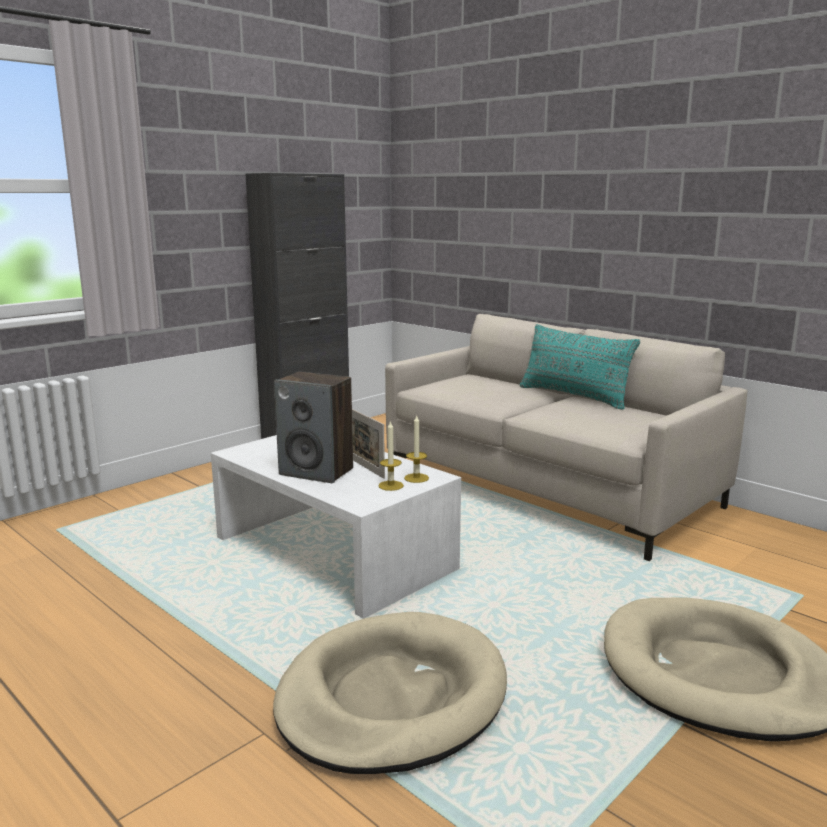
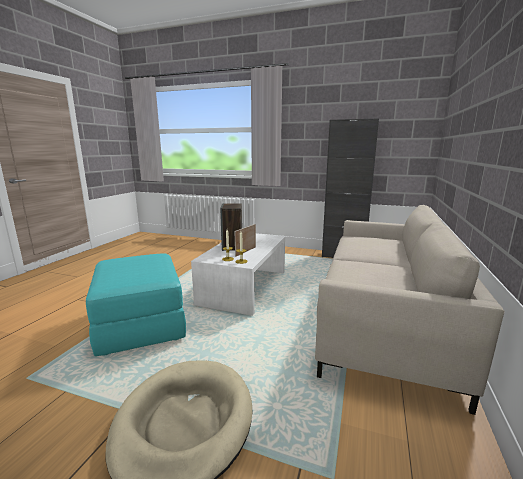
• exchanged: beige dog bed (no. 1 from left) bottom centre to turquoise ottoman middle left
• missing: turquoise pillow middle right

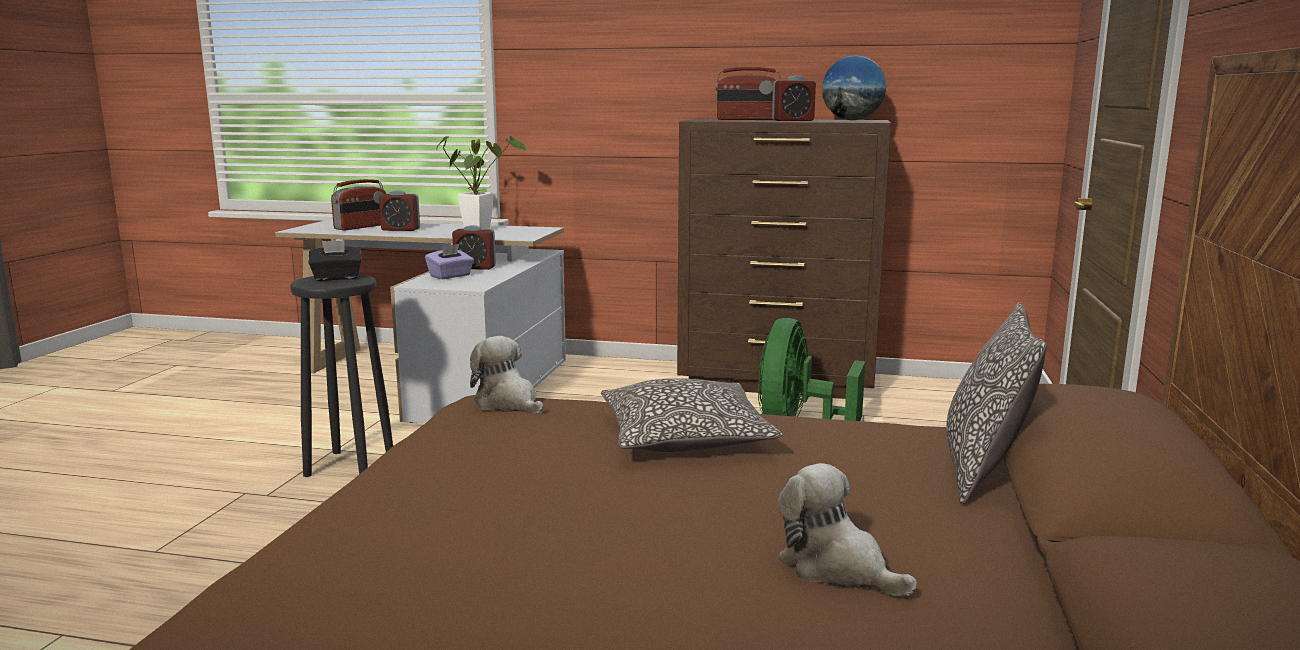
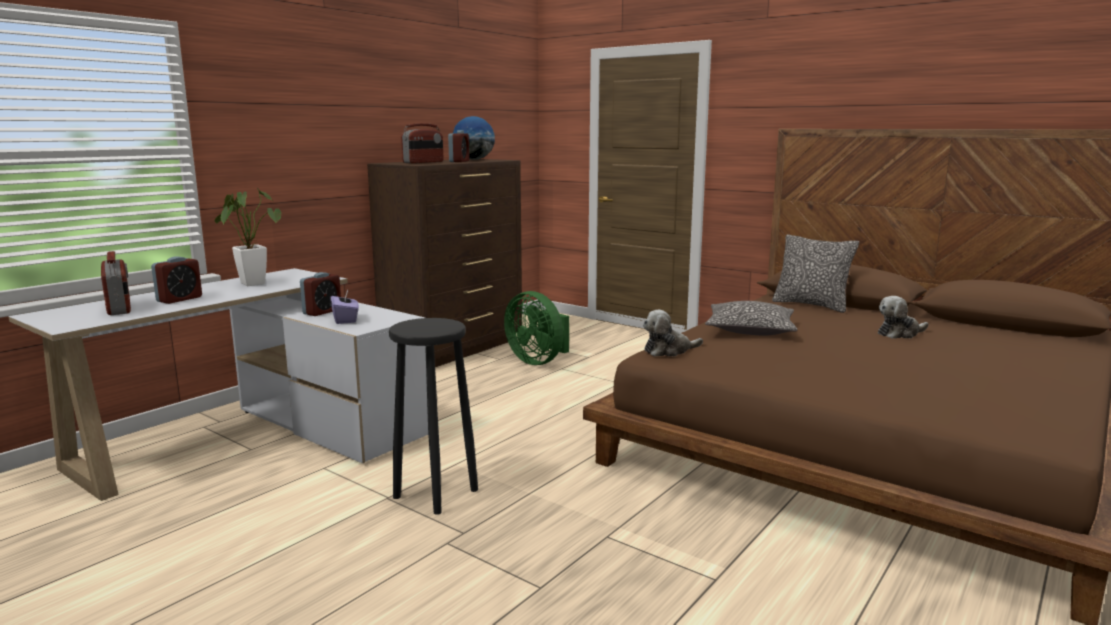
• missing: black tissue box middle left

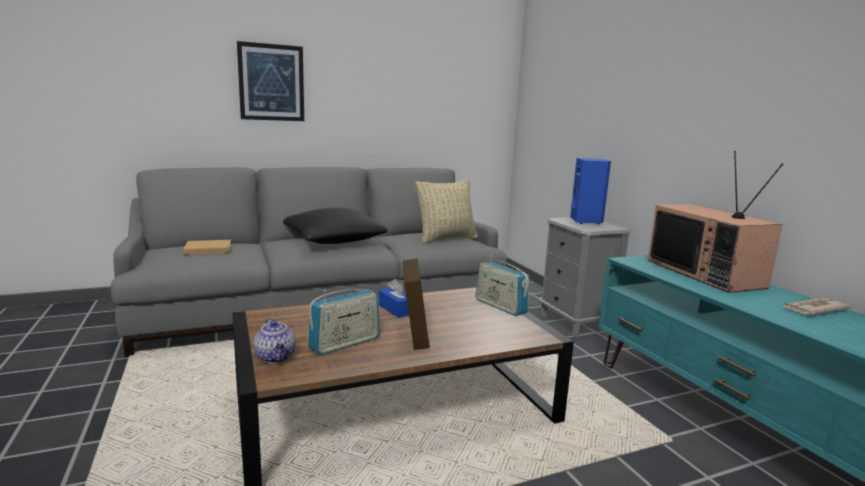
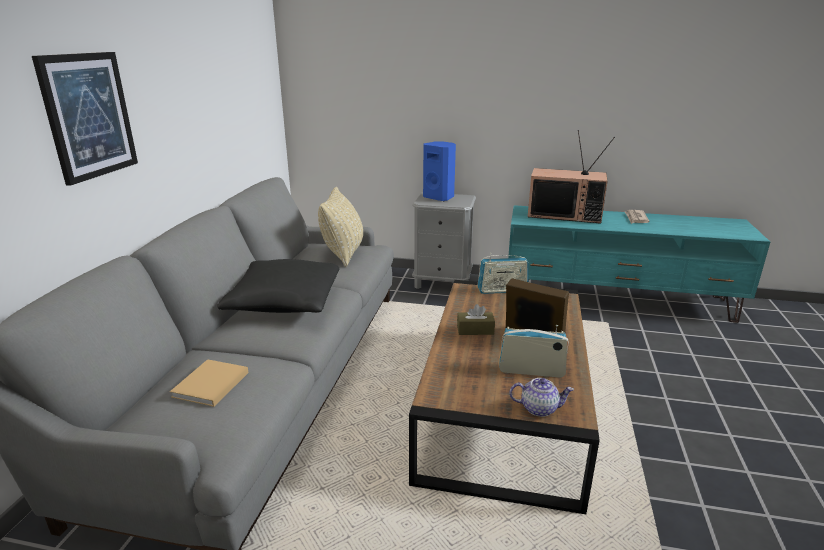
• colour: blue tissue box centre to brown tissue box centre
• spun: radio (no. 1 from left in the first image) centre = centre 75 degrees counterclockwise

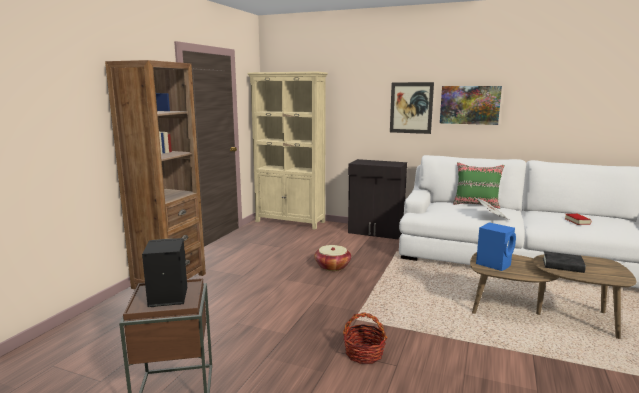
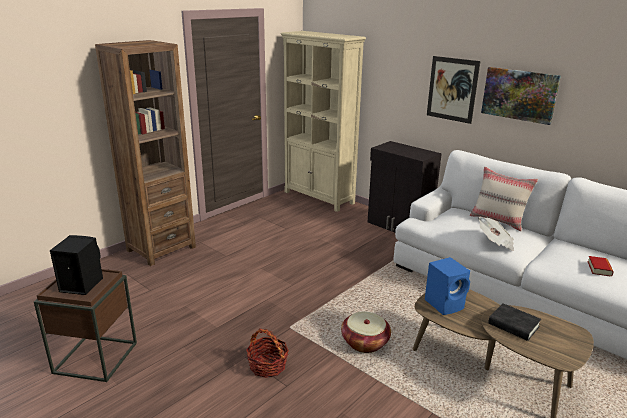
• relocated: basket (no. 1 from left in the first image) centre to basket (no. 2 from left) bottom centre
• colour: green pillow middle right to beige pillow middle right

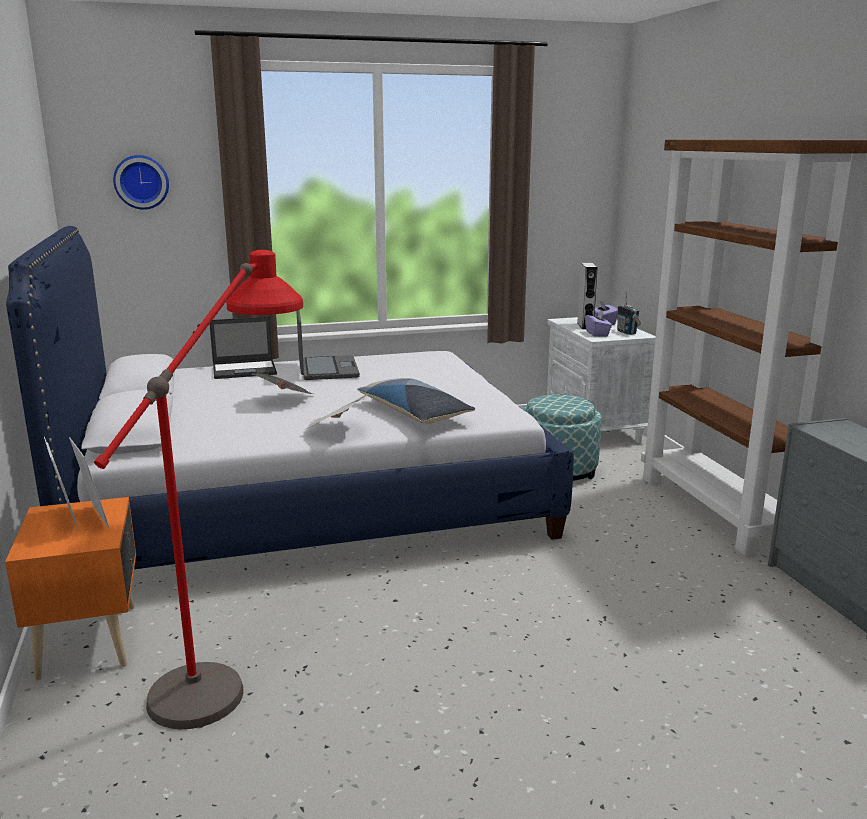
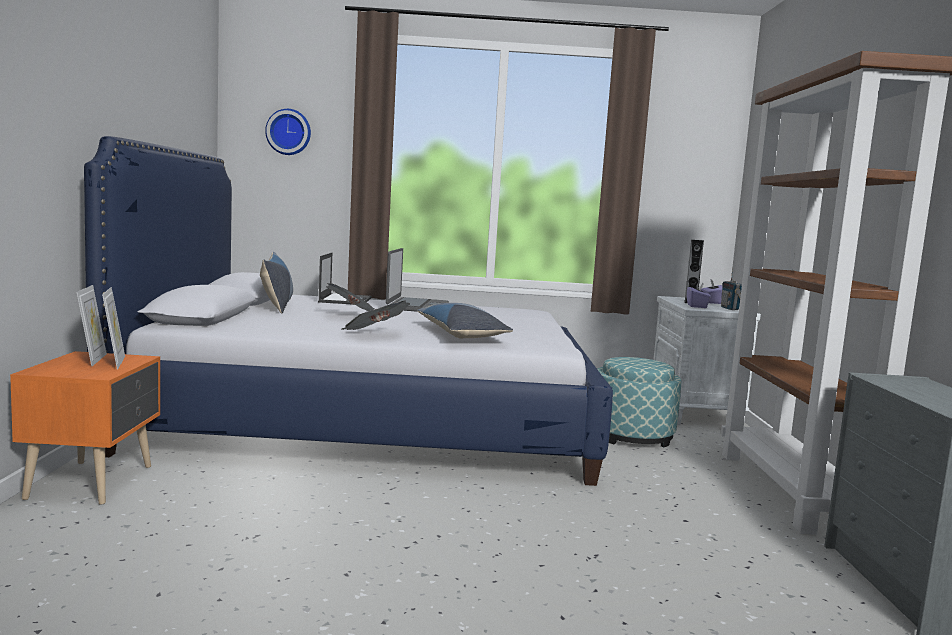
• appeared: pillow (no. 1 from left) middle left
• spun: laptop (no. 1 from left) middle left = centre 90 degrees counterclockwise
• missing: red floor lamp middle left

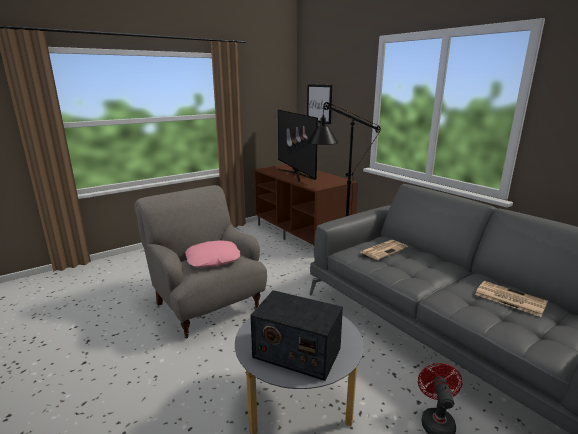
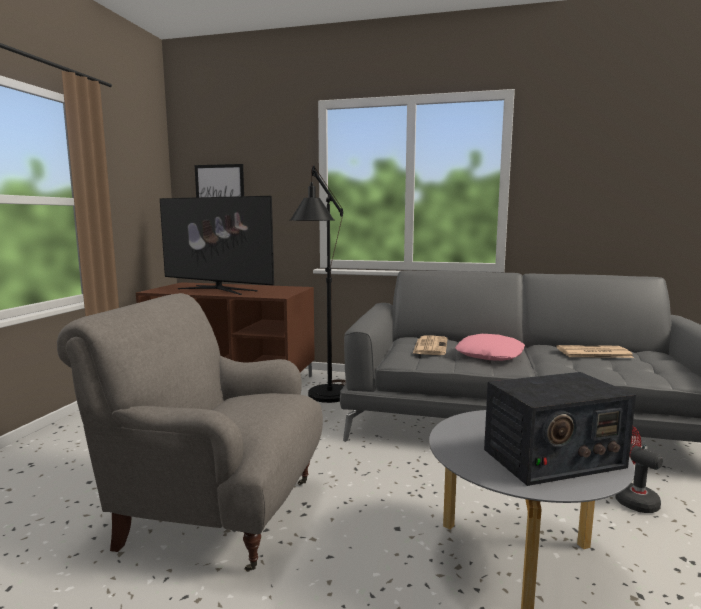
• relocated: pink pillow centre to middle right

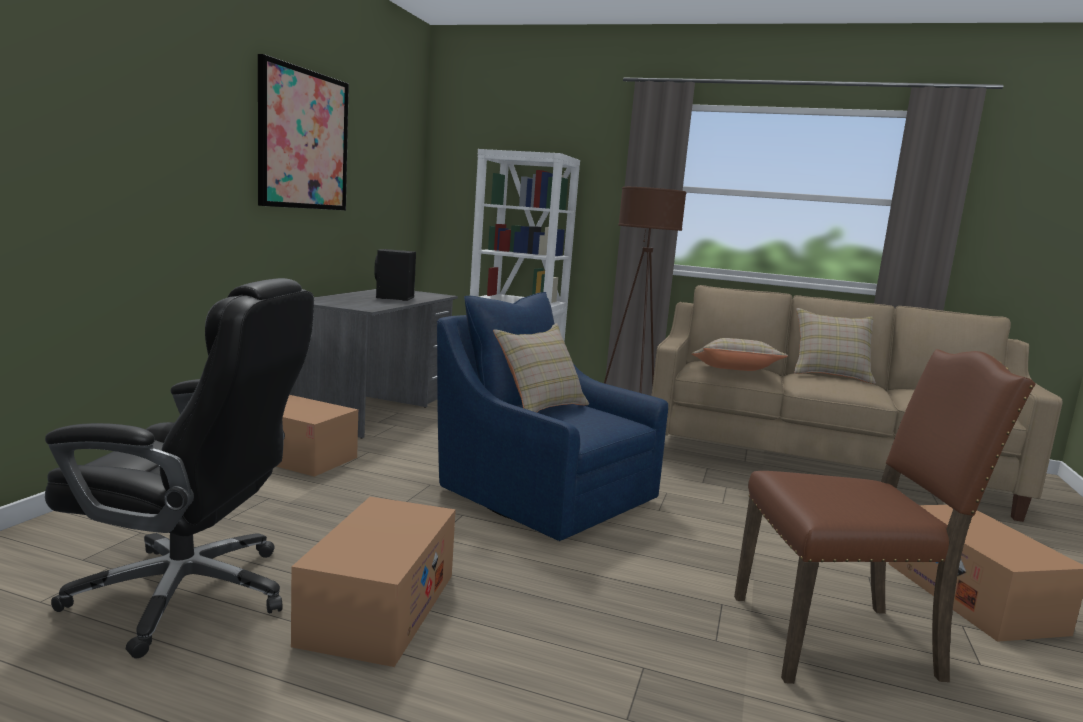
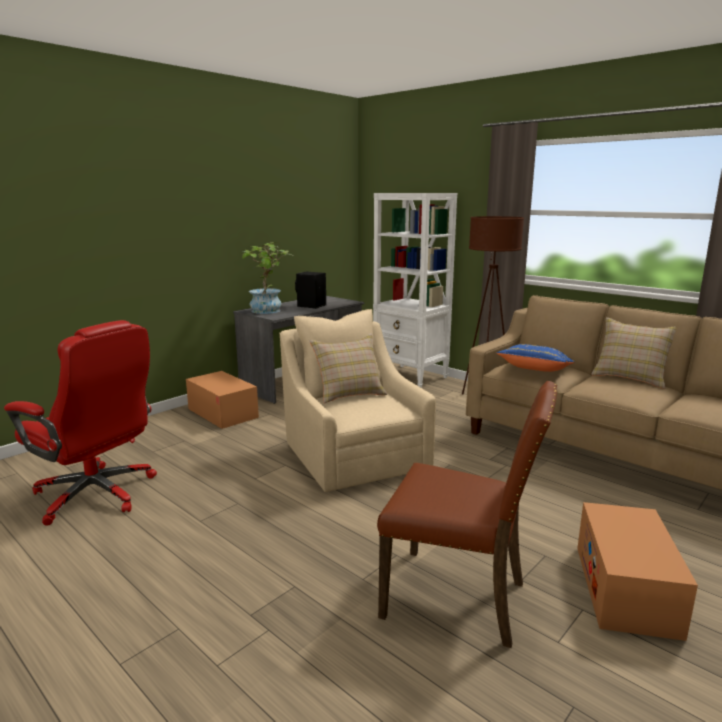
• colour: black office chair middle left to red office chair middle left
• appeared: potted plant centre
• colour: blue armchair centre to beige armchair centre
• colour: beige pillow (no. 2 from left) middle right to blue pillow middle right
• missing: picture top left
• missing: cardboard box (no. 2 from left) bottom centre

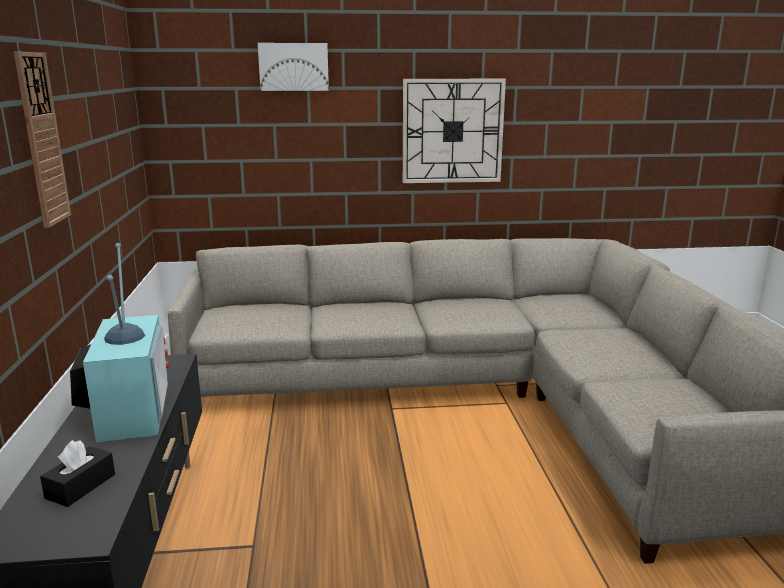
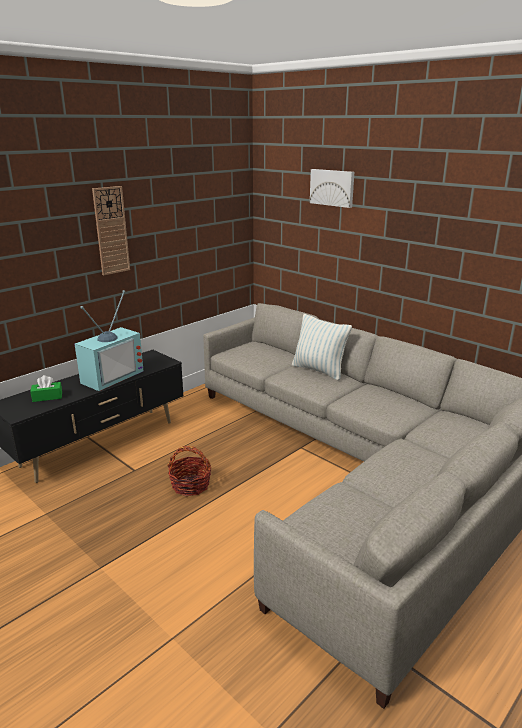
• colour: black tissue box bottom left to green tissue box middle left
• appeared: basket centre
• appeared: pillow centre
• missing: wall clock (no. 2 from left) top centre

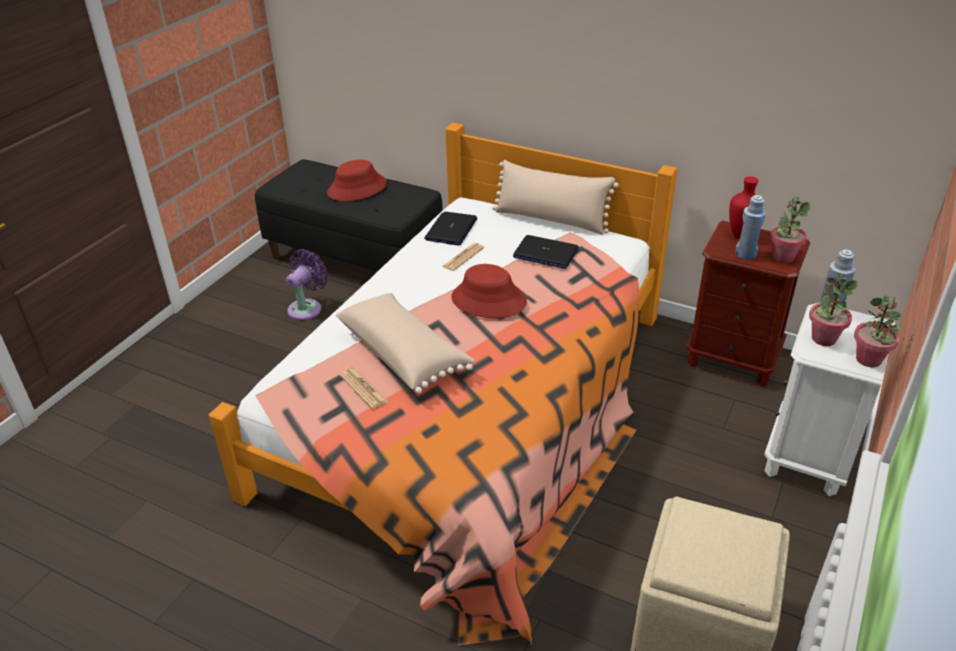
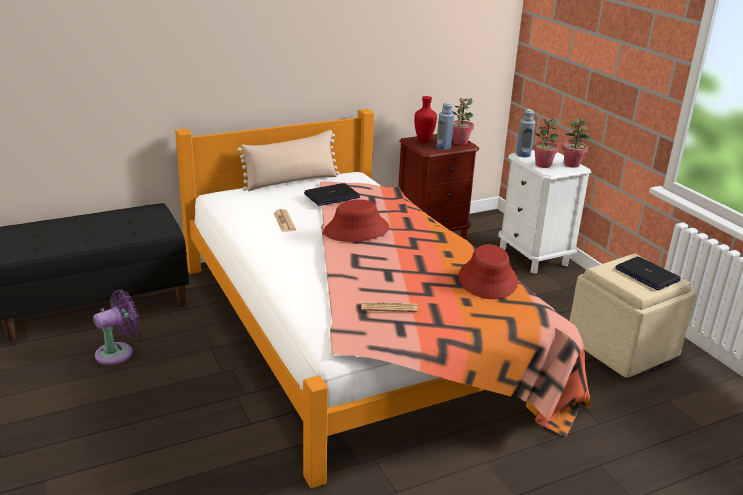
• spun: purple fan middle left = middle left 75 degrees clockwise
• relocated: red hat (no. 1 from left in the first image) top centre to red hat (no. 2 from left) centre
• relocated: laptop (no. 1 from left in the first image) centre to laptop (no. 2 from left) middle right
• missing: beige pillow (no. 1 from left) centre

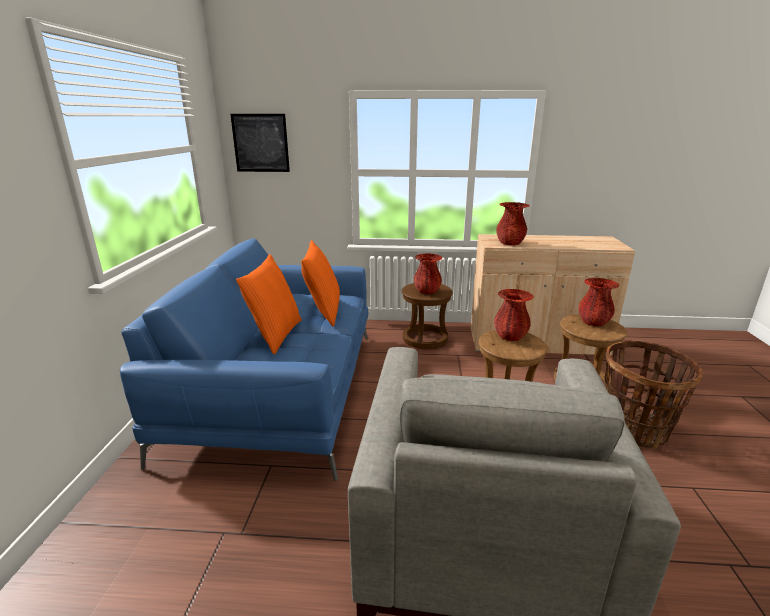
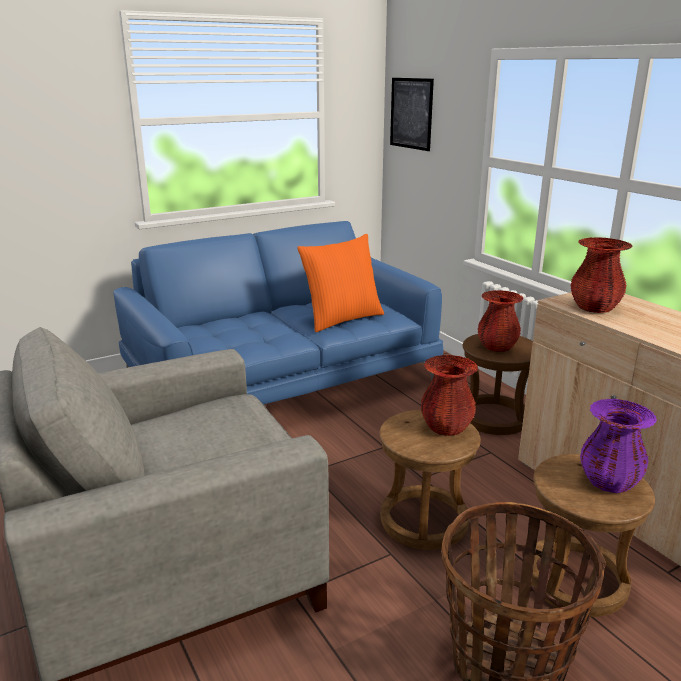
• colour: red vase (no. 4 from left) middle right to purple vase middle right
• missing: orange pillow (no. 1 from left) centre

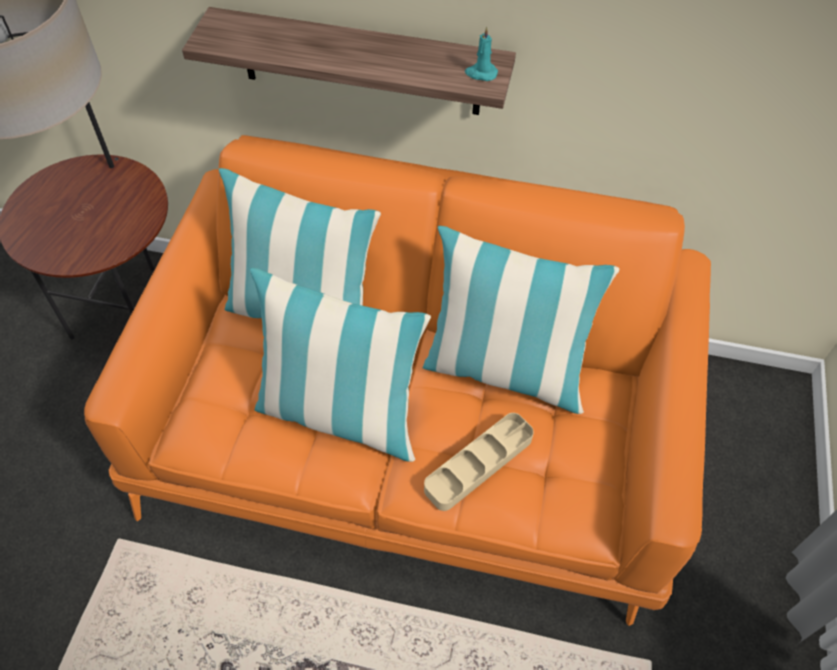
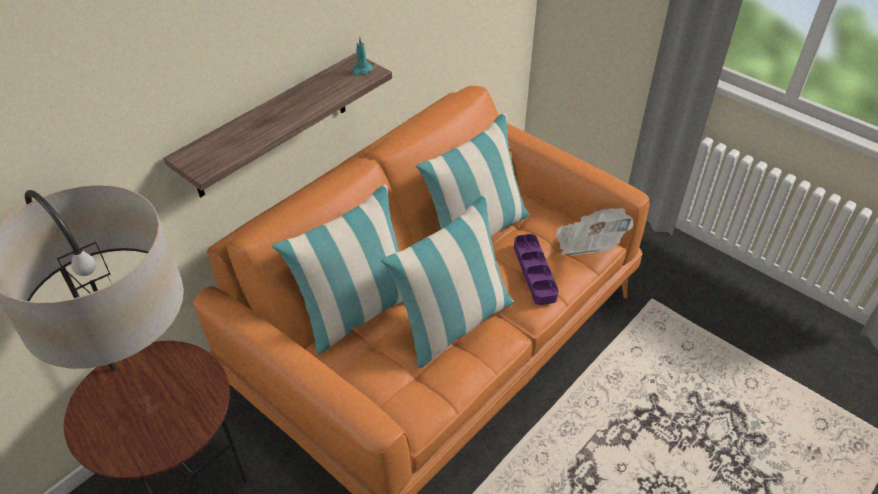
• colour: beige tray bottom centre to purple tray centre
• appeared: newspaper middle right

